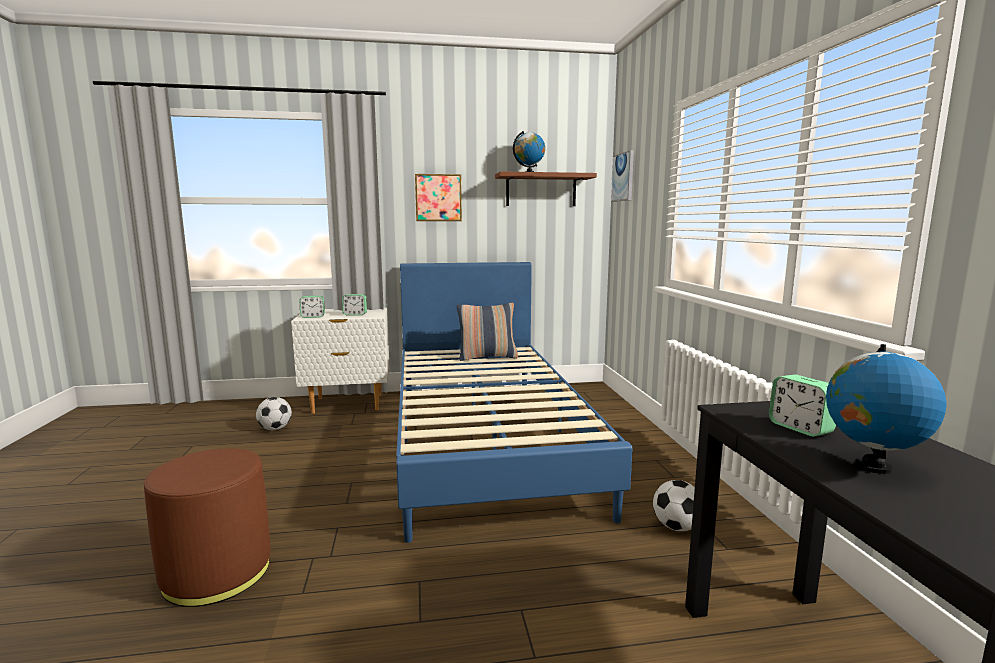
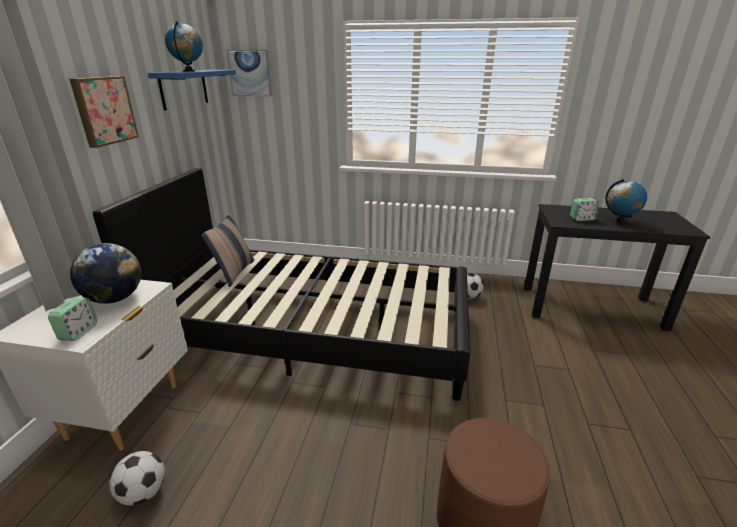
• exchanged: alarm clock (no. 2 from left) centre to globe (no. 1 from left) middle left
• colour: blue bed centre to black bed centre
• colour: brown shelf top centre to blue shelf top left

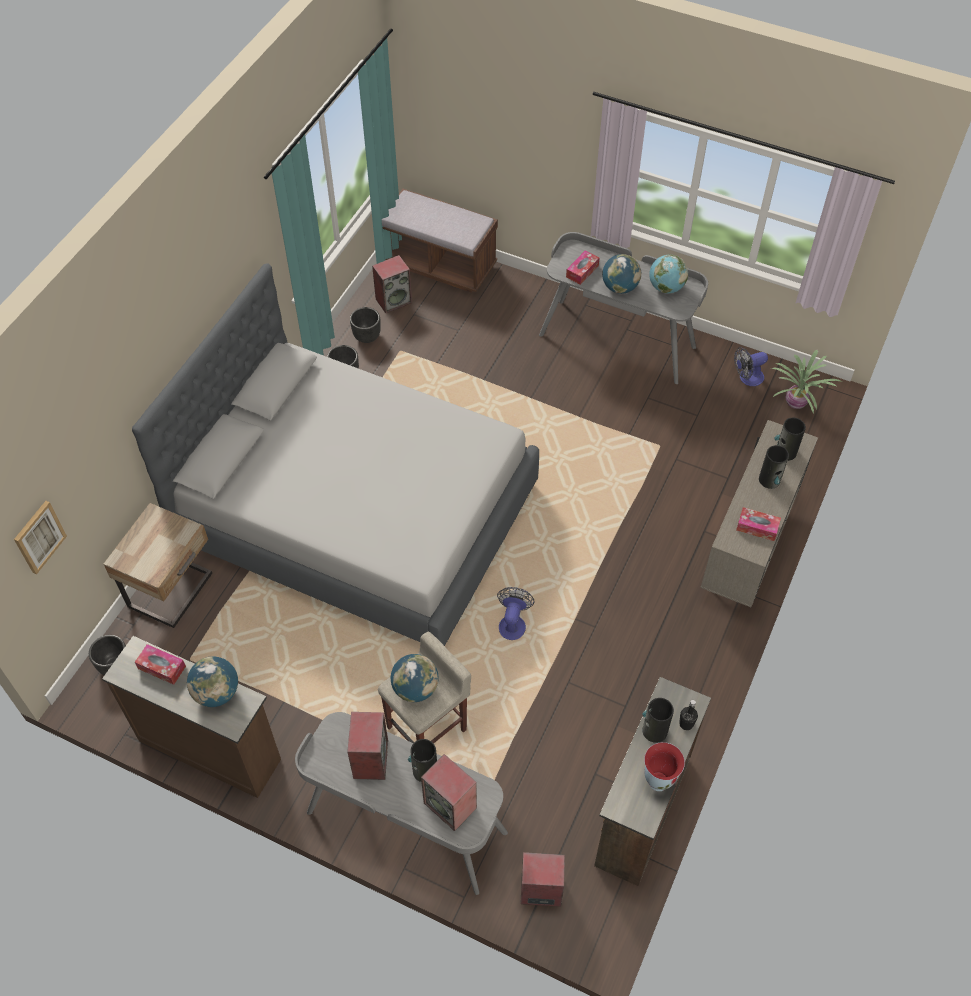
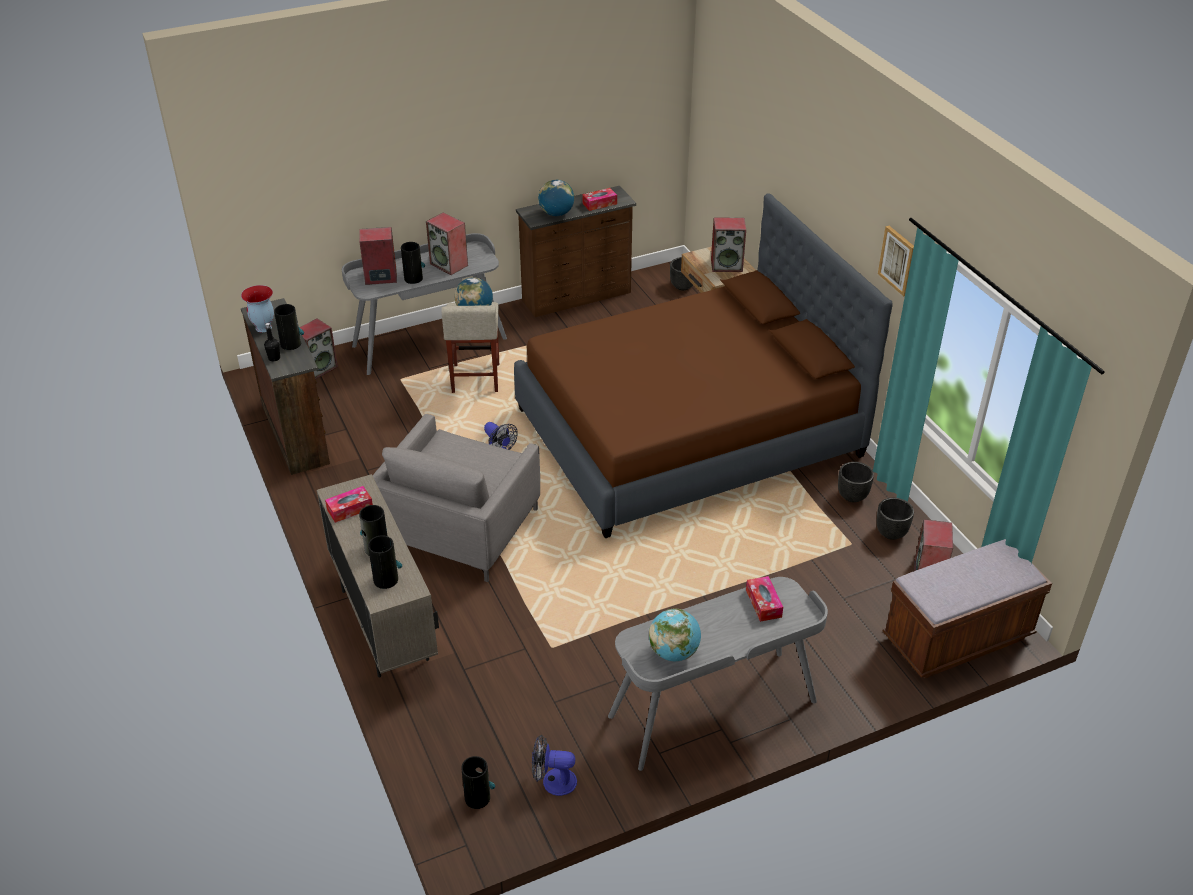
• appeared: grey armchair centre
• exchanged: potted plant middle right to vase (no. 6 from left) bottom centre
• colour: grey bed centre to brown bed centre
• spun: fan (no. 2 from left) middle right = bottom centre 105 degrees counterclockwise
• appeared: speaker (no. 4 from left) top centre
• relocated: picture middle left to top right
• missing: globe (no. 3 from left) top centre

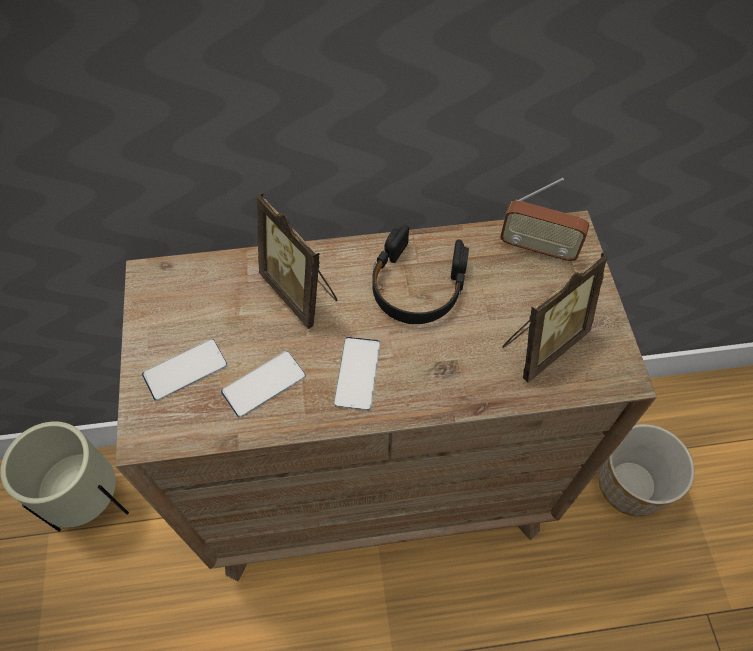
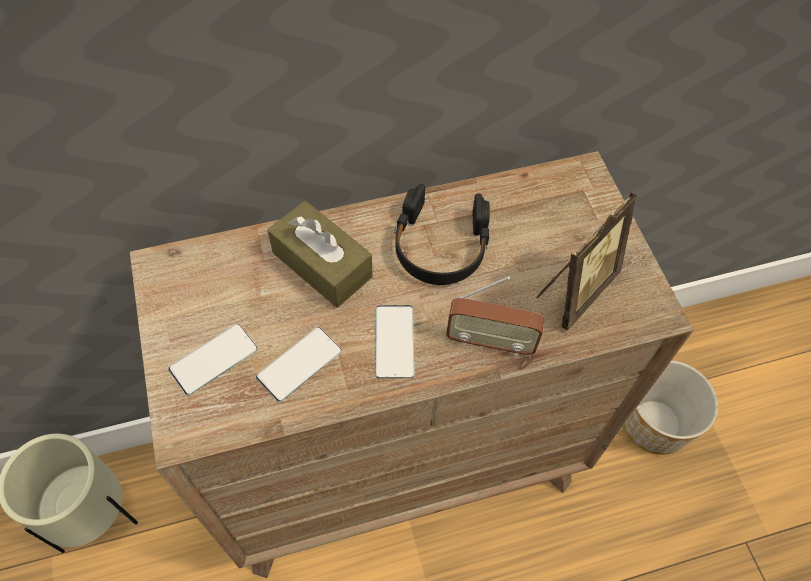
• exchanged: picture frame (no. 1 from left) centre to brown tissue box centre
• relocated: radio middle right to centre

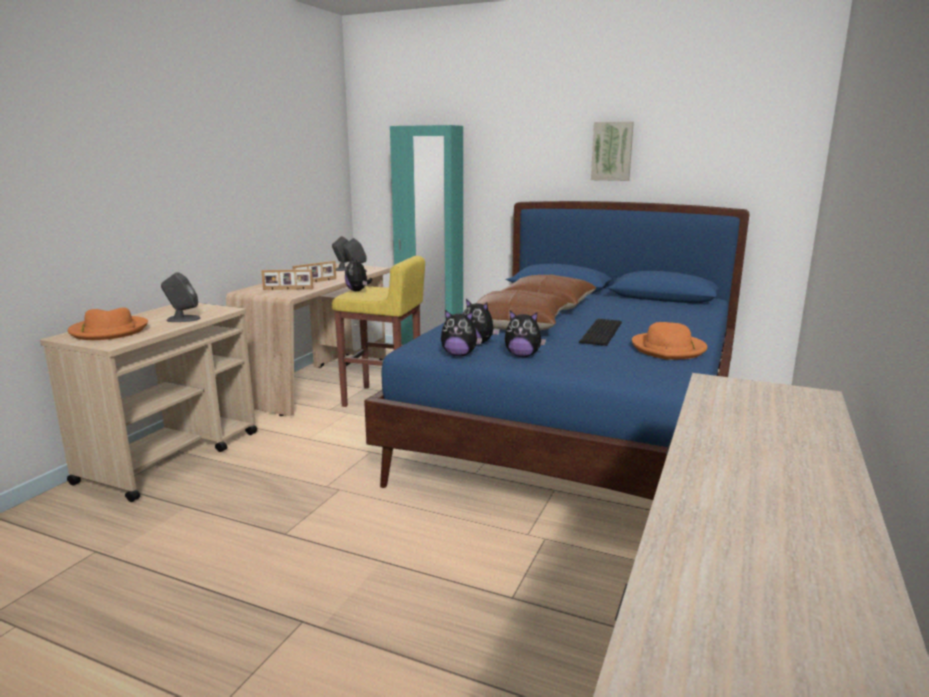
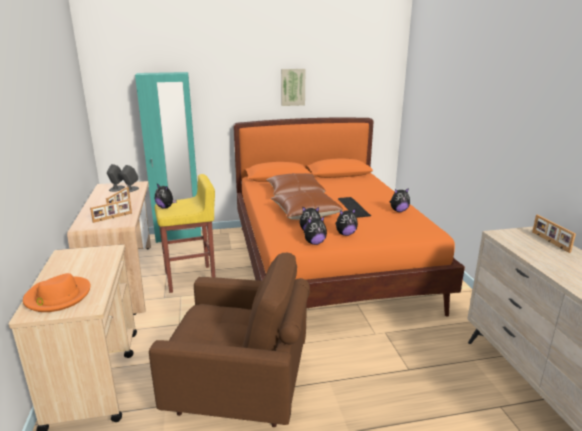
• appeared: brown armchair bottom centre
• colour: blue bed centre to orange bed centre
• exchanged: orange hat (no. 2 from left) middle right to plush toy (no. 5 from left) middle right
• appeared: picture frame (no. 3 from left) middle right
• missing: grey speaker (no. 1 from left) middle left

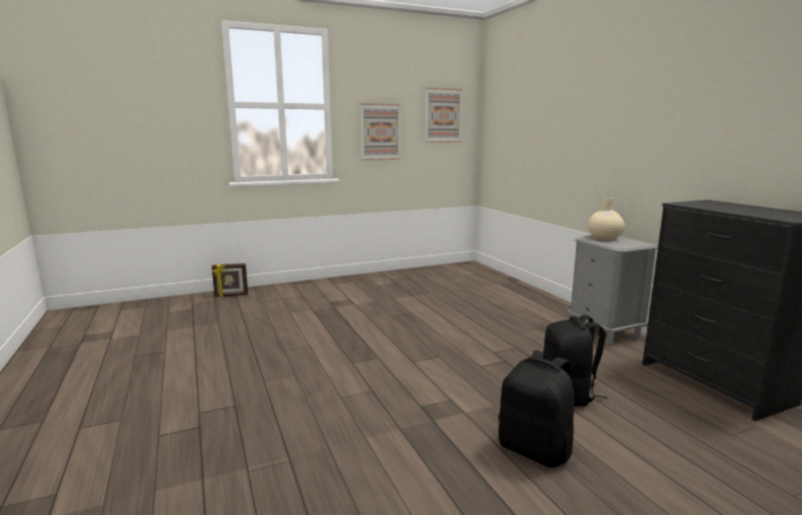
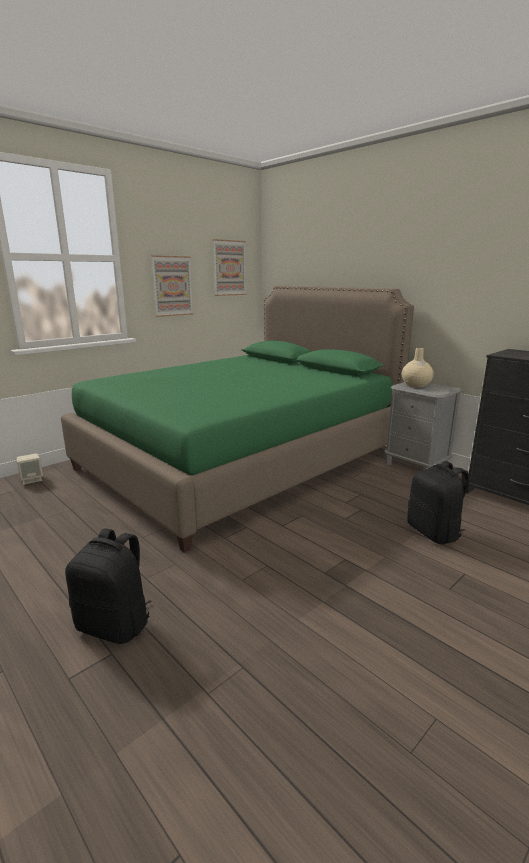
• exchanged: picture frame middle left to beige speaker middle left
• appeared: green bed centre
• relocated: black backpack (no. 1 from left) bottom right to bottom left

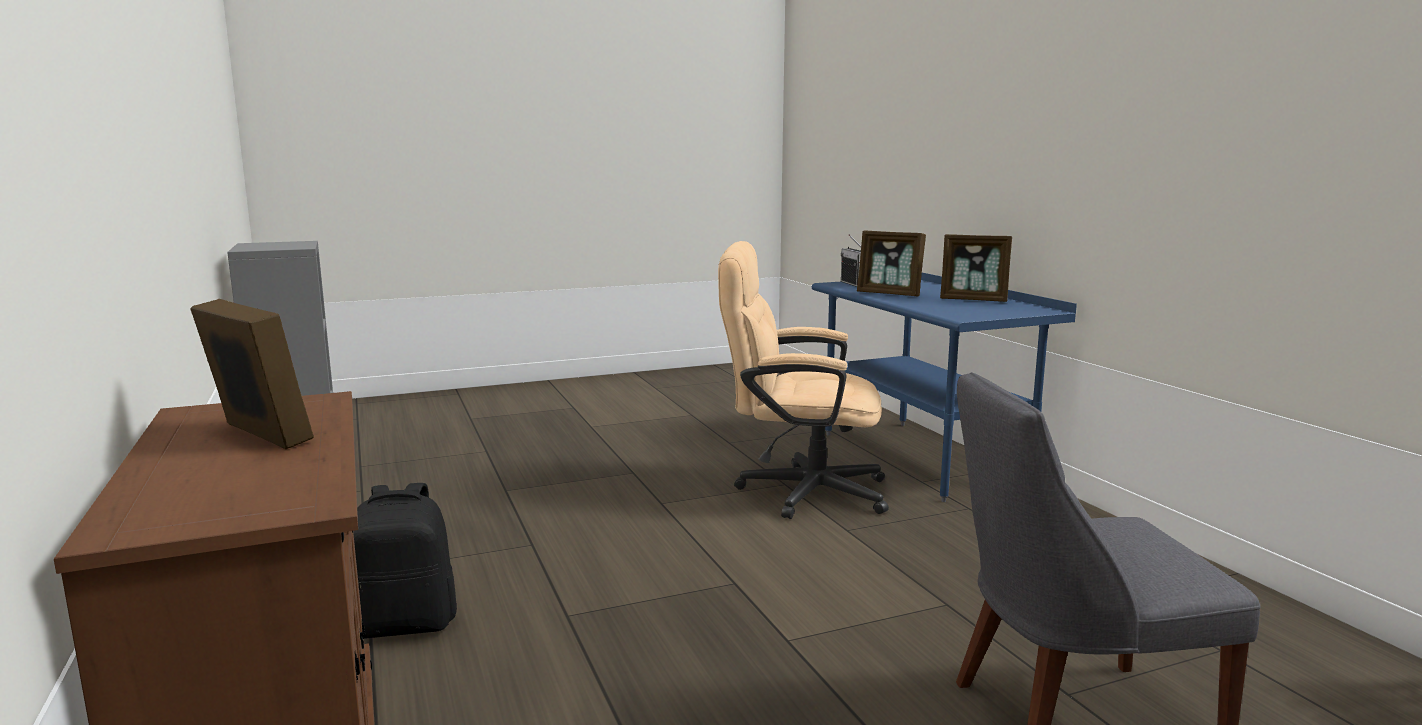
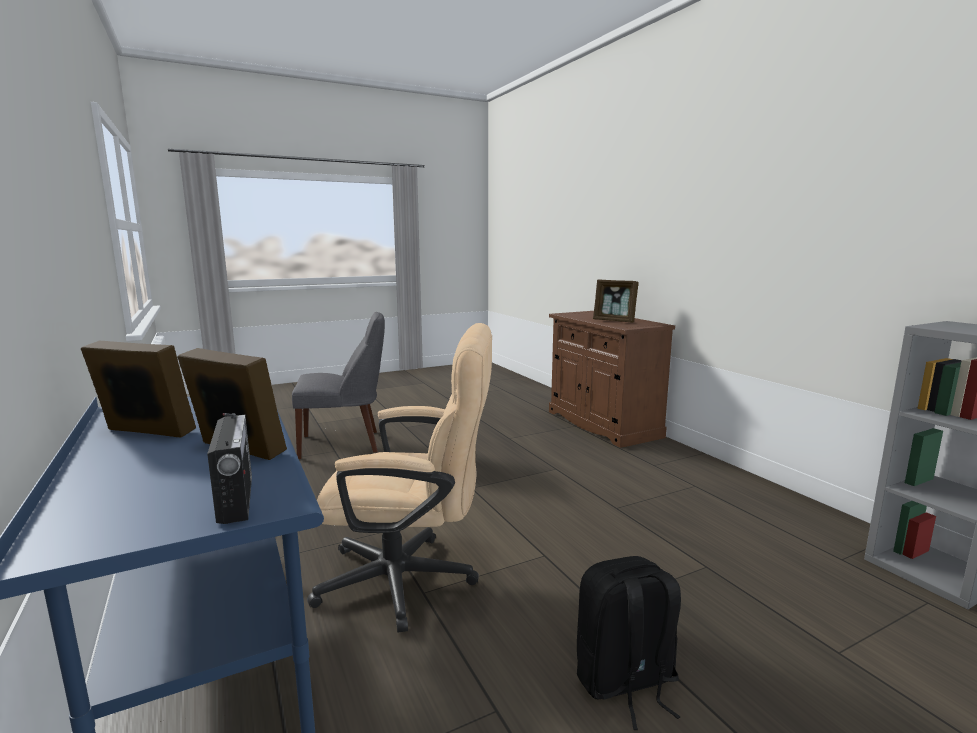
• relocated: black backpack bottom left to bottom centre

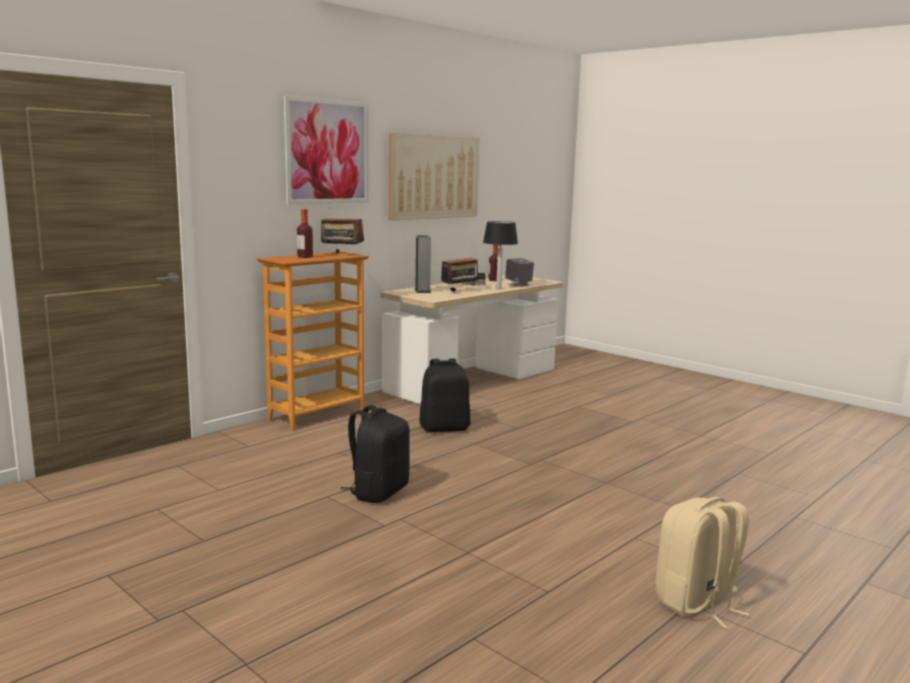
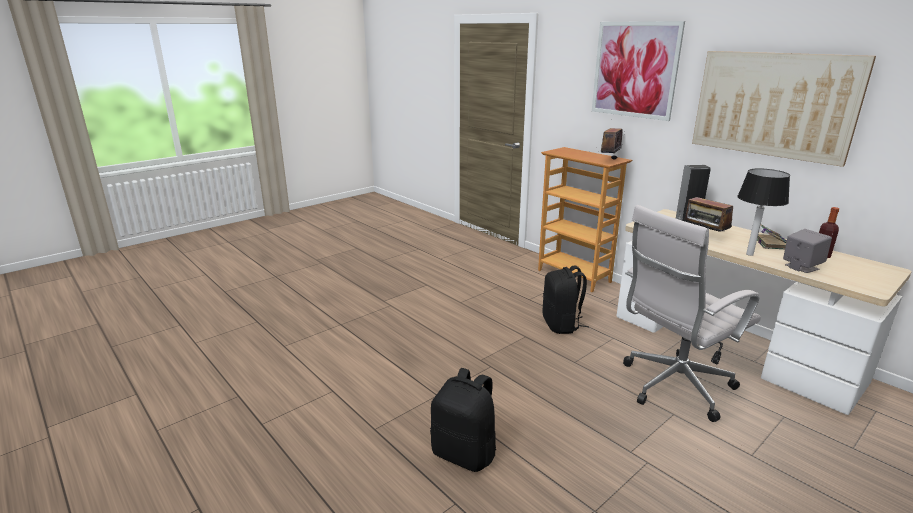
• relocated: black backpack (no. 1 from left) centre to bottom centre
• appeared: white office chair middle right
• missing: bottle (no. 1 from left) centre
• missing: beige backpack bottom right

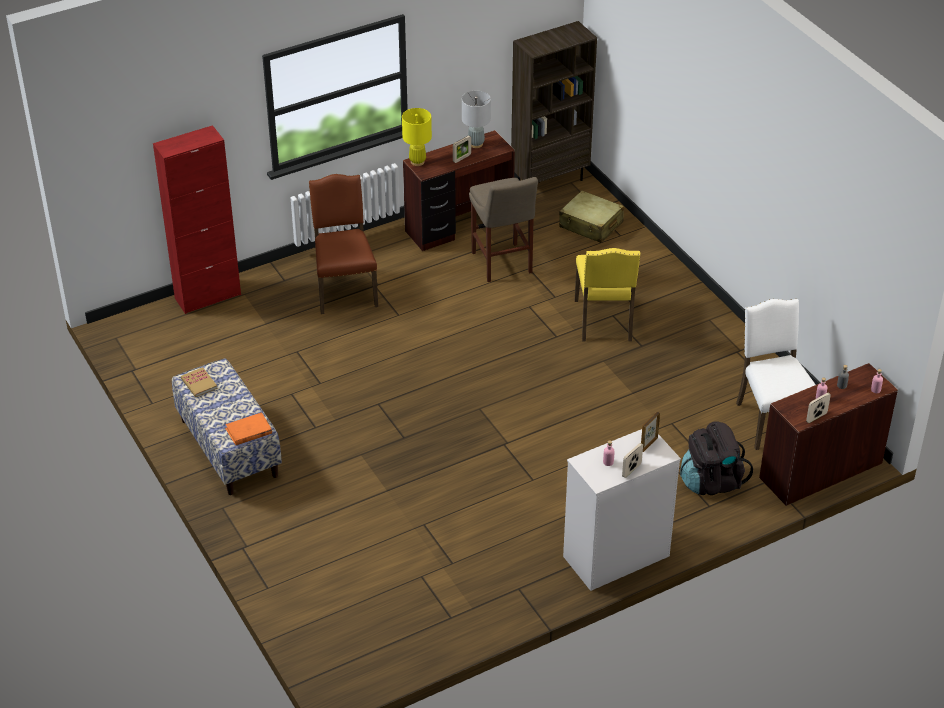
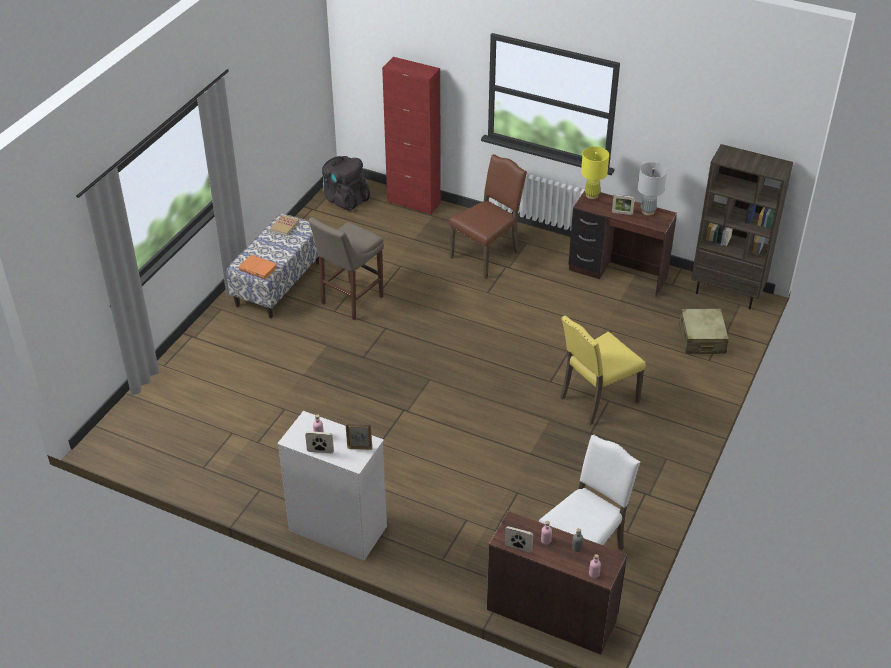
• relocated: beige stool top centre to centre
• relocated: black backpack middle right to top centre

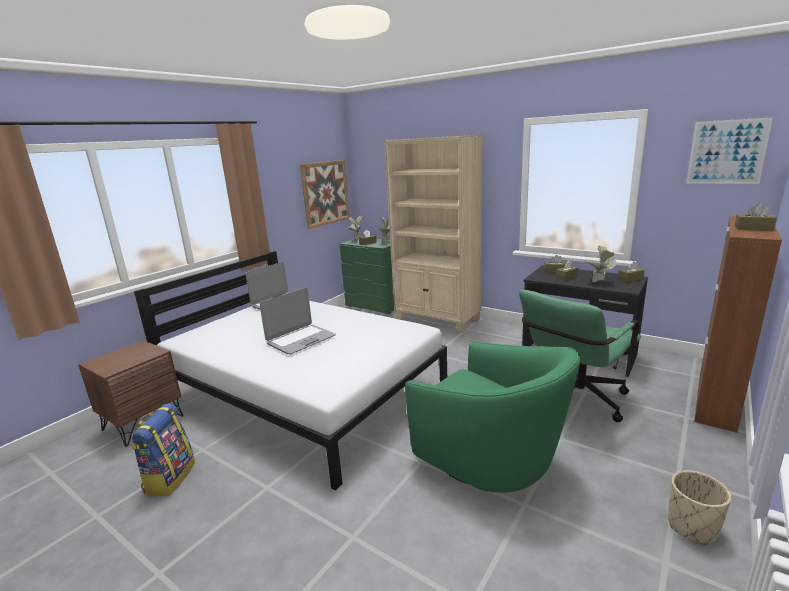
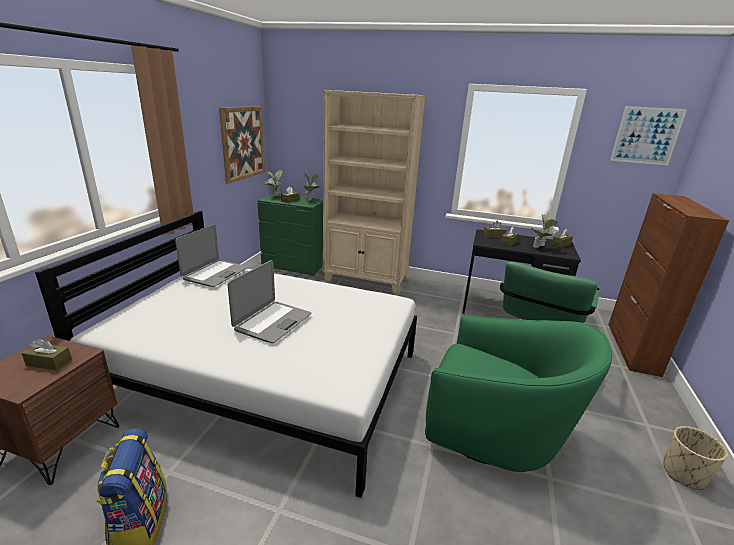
• relocated: brown tissue box (no. 5 from left in the first image) middle right to brown tissue box (no. 1 from left) middle left

